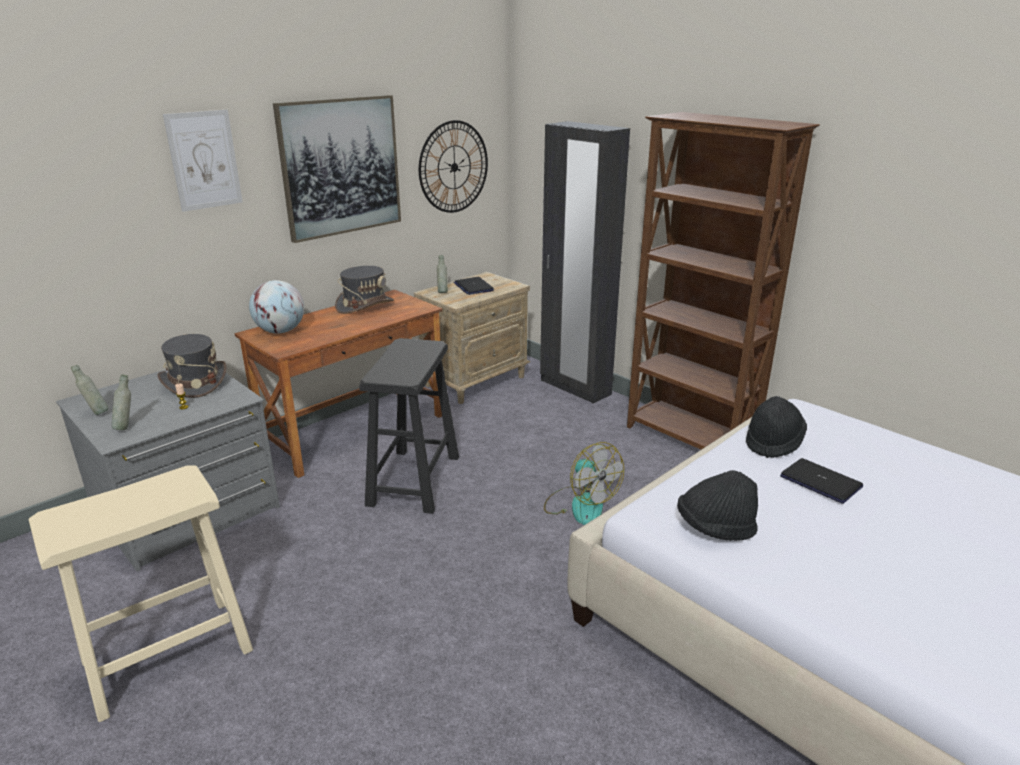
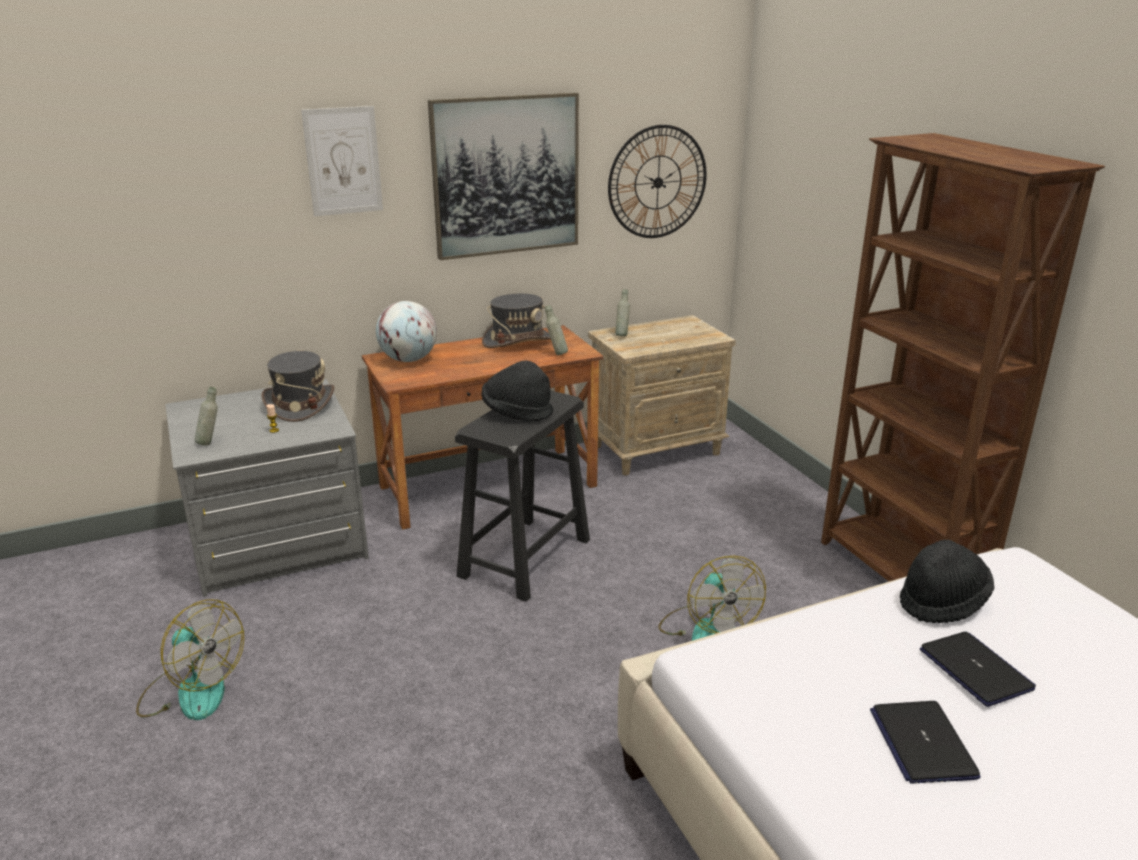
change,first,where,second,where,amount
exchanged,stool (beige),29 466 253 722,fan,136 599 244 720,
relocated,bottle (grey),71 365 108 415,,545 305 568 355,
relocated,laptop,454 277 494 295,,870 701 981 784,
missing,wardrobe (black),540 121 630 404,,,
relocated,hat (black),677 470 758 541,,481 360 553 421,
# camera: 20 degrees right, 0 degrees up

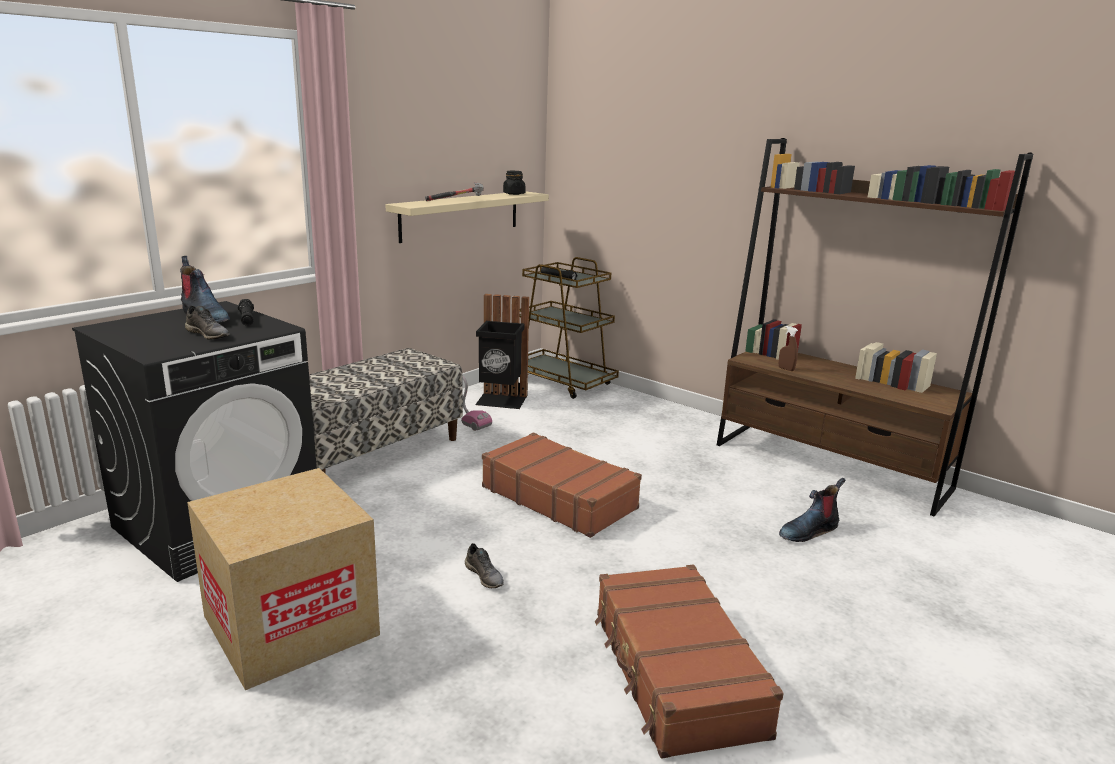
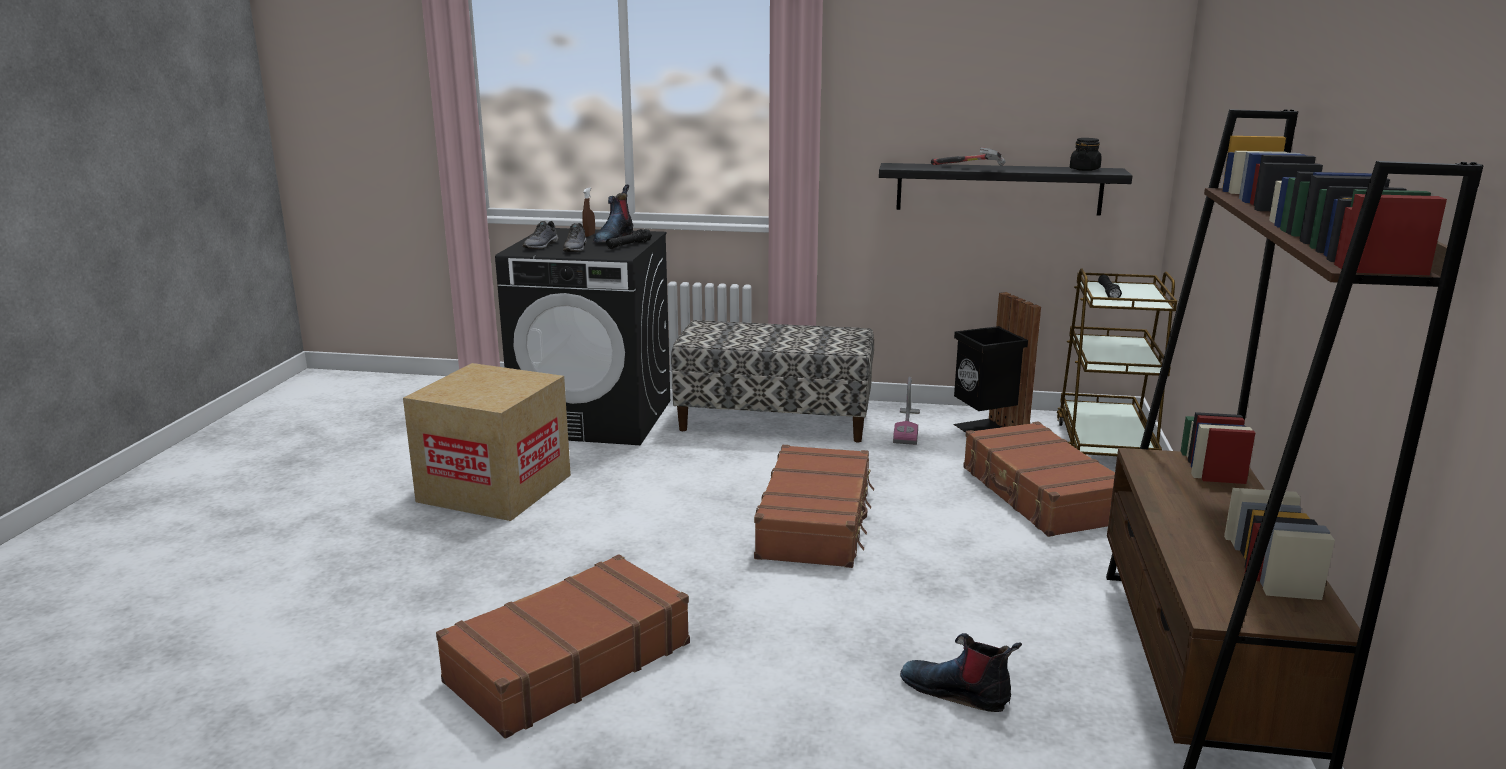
change,first,where,second,where,amount
colour,shelf (beige),386 191 549 243,shelf (black),879 163 1133 216,
relocated,shoe (grey),465 543 504 588,,522 221 558 249,
relocated,spray bottle (brown),779 326 798 371,,582 187 595 237,
appeared,,,suitcase (brown),963 422 1115 537,
# camera: 60 degrees right, 0 degrees up

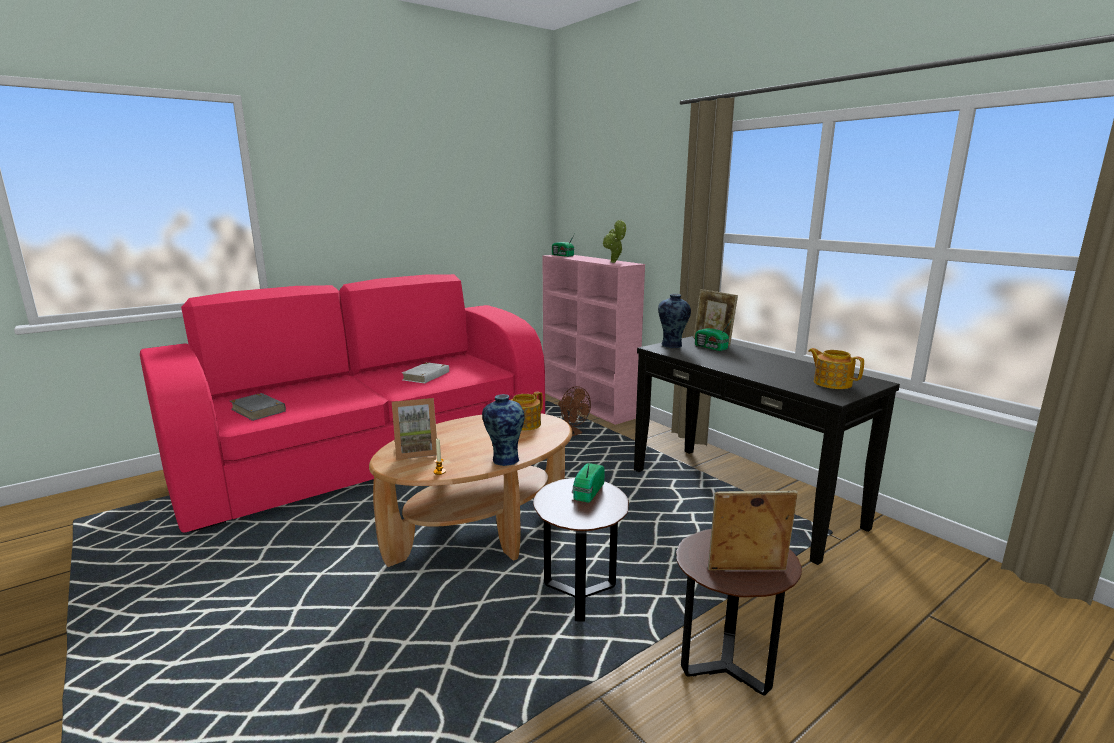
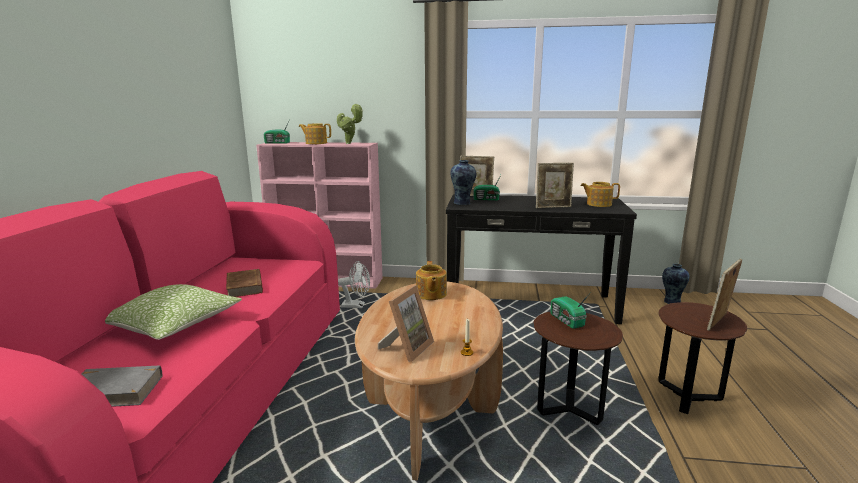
change,first,where,second,where,amount
colour,book (white),402 362 449 384,book (brown),226 269 263 297,
relocated,vase,482 394 525 466,,662 264 689 304,
colour,fan (brown),558 386 591 436,fan (white),338 261 370 308,
appeared,,,pillow,105 284 242 340,
appeared,,,teapot,299 123 331 144,
appeared,,,picture frame,536 163 574 208,
# camera: 45 degrees left, 0 degrees up

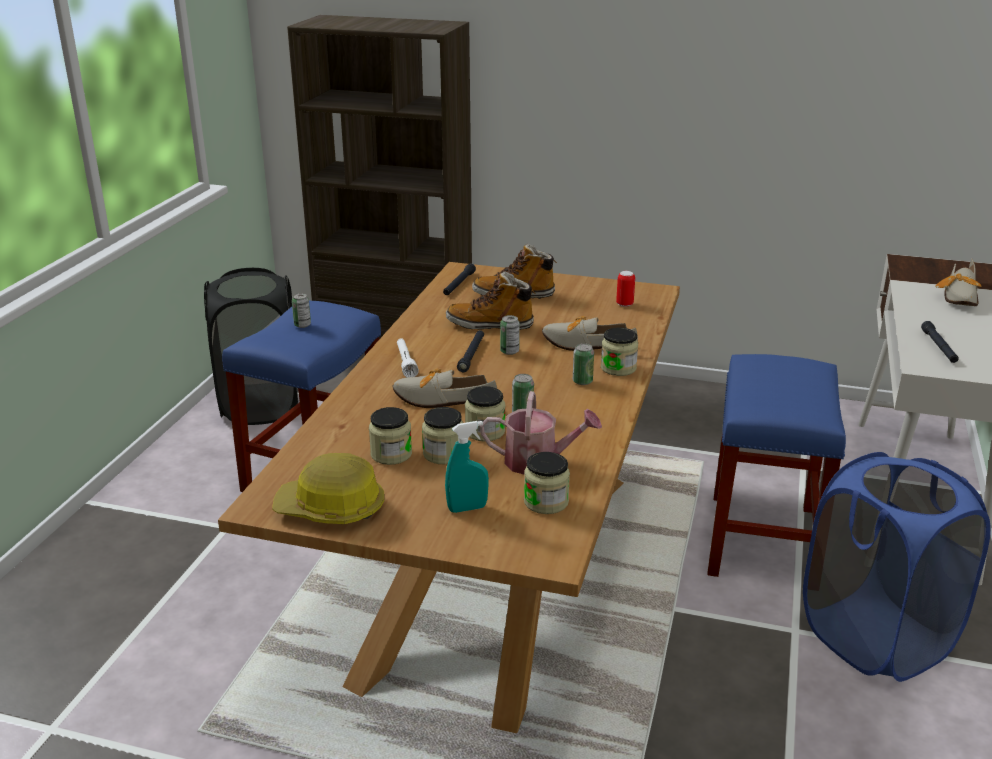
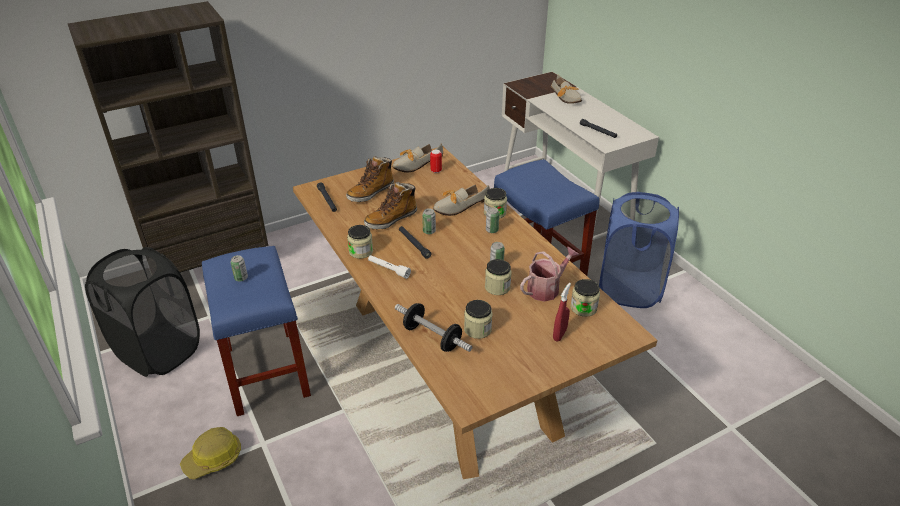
change,first,where,second,where,amount
relocated,hard hat,272 453 384 524,,180 427 241 479,
relocated,shoe,393 369 497 408,,392 143 443 173,
relocated,jar,422 407 463 464,,347 225 373 259,
colour,spray bottle (turquoise),445 421 489 513,spray bottle (red),553 283 571 342,
appeared,,,dumbbell,395 303 472 352,
# camera: 45 degrees left, 10 degrees up

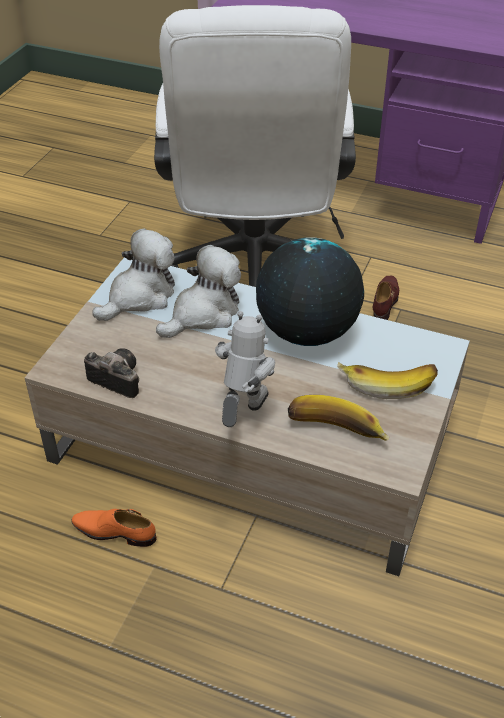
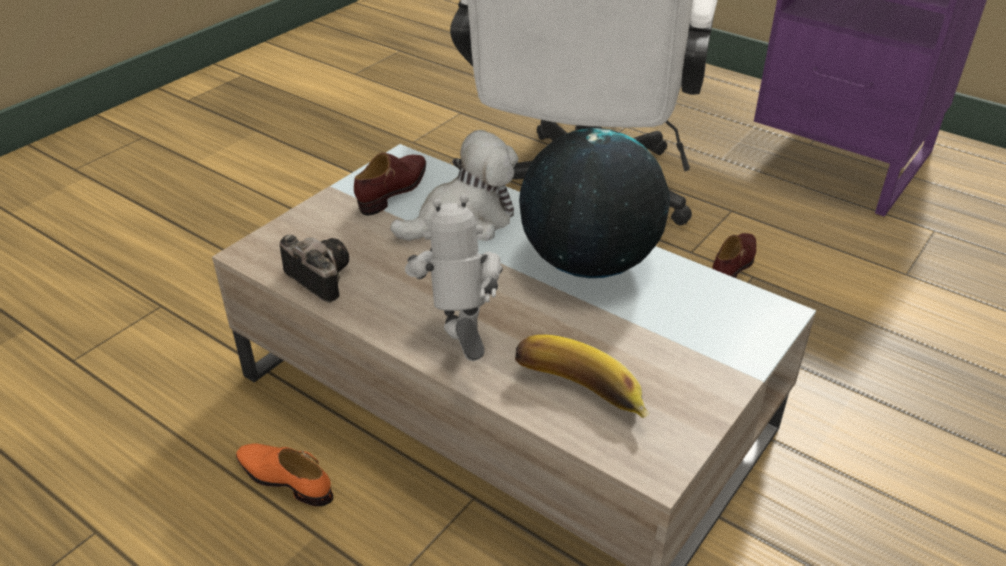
change,first,where,second,where,amount
exchanged,plush toy,92 229 175 321,shoe (brown),354 153 426 215,
spun,toy robot,215 311 275 427,,405 194 503 361,45 degrees counterclockwise
missing,banana,337 362 438 399,,,
# camera: 15 degrees right, 5 degrees down

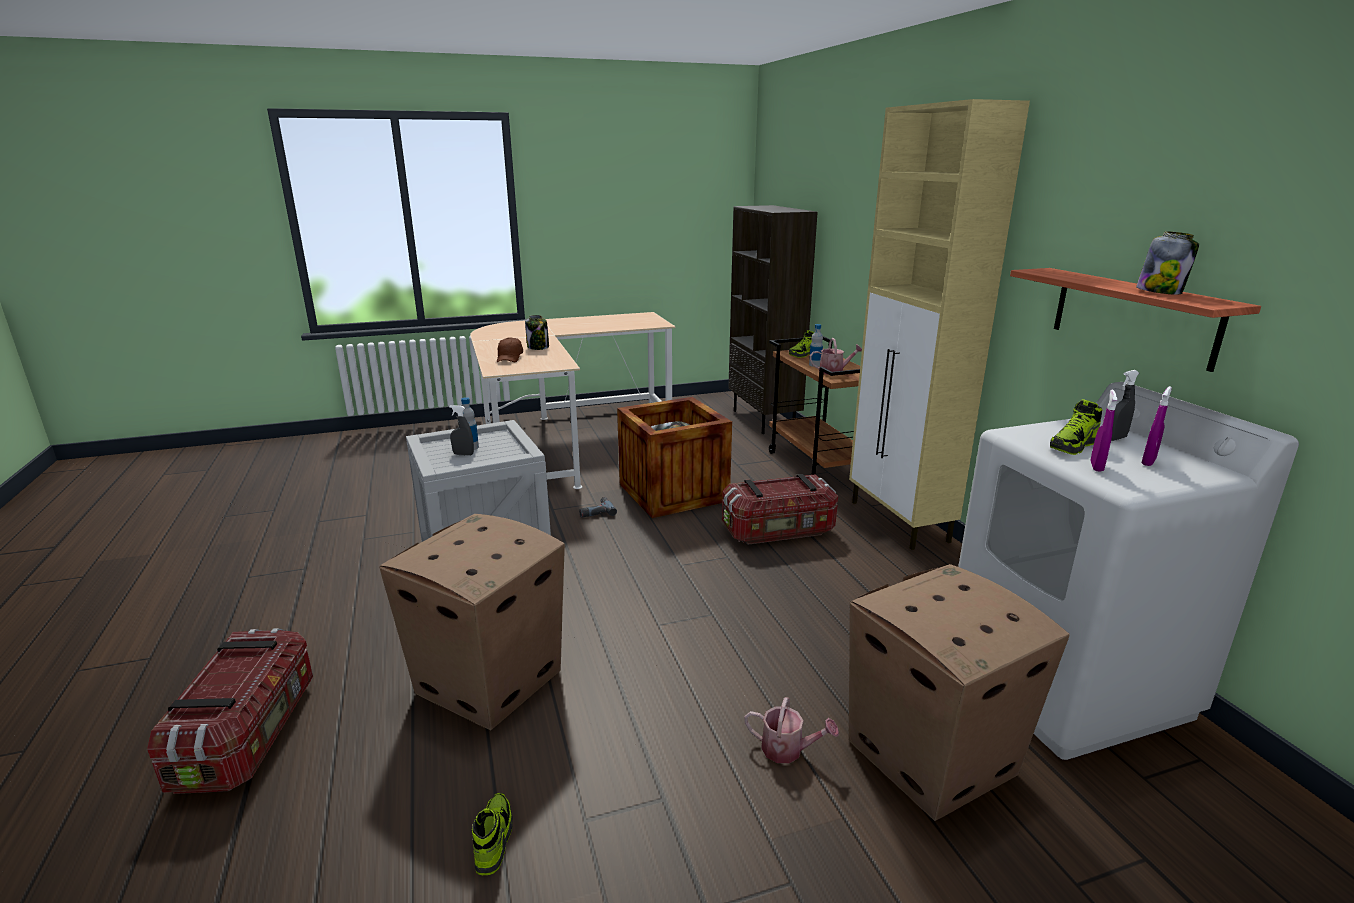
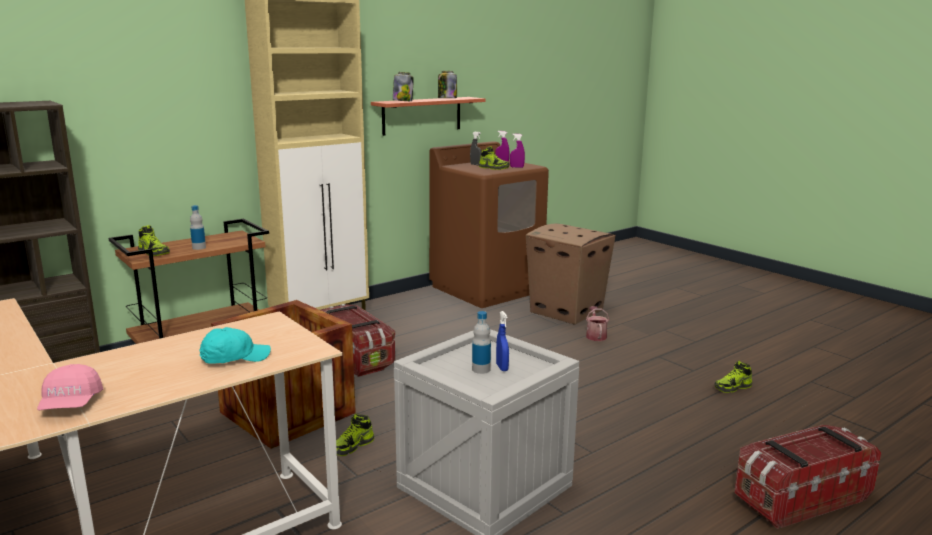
change,first,where,second,where,amount
missing,cardboard box,379 514 565 730,,,
colour,spray bottle (grey),449 405 474 456,spray bottle (blue),496 311 509 371,
colour,cap (brown),497 337 523 362,cap (turquoise),200 327 271 364,
relocated,jar,525 315 549 350,,393 72 414 101,
exchanged,power drill,579 497 617 517,shoe,336 414 374 456,
missing,watering can,810 338 862 375,,,
colour,washing machine (white),958 382 1299 760,washing machine (brown),429 141 549 308,
appeared,,,cap (pink),37 364 103 410,
# camera: 110 degrees left, 5 degrees down

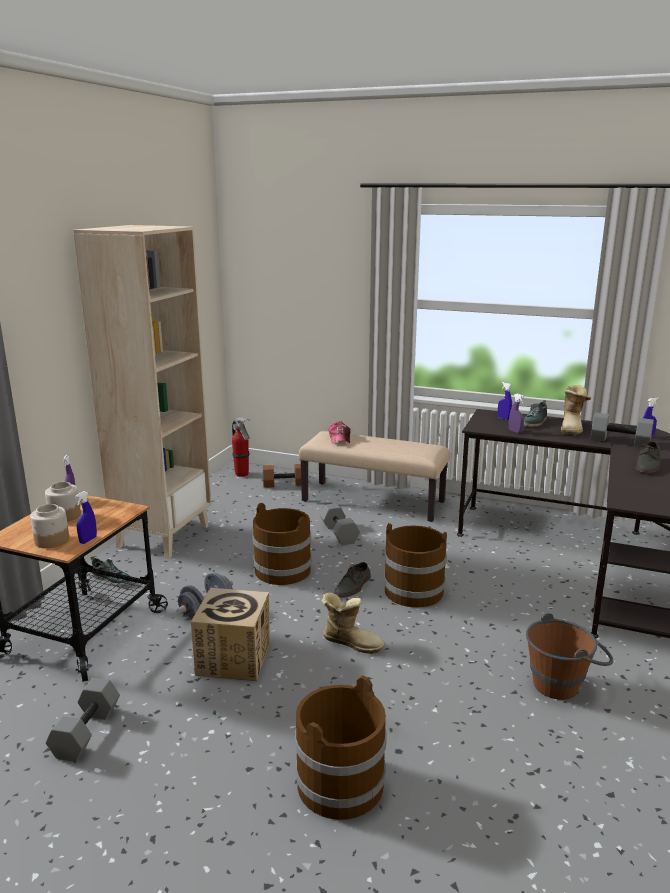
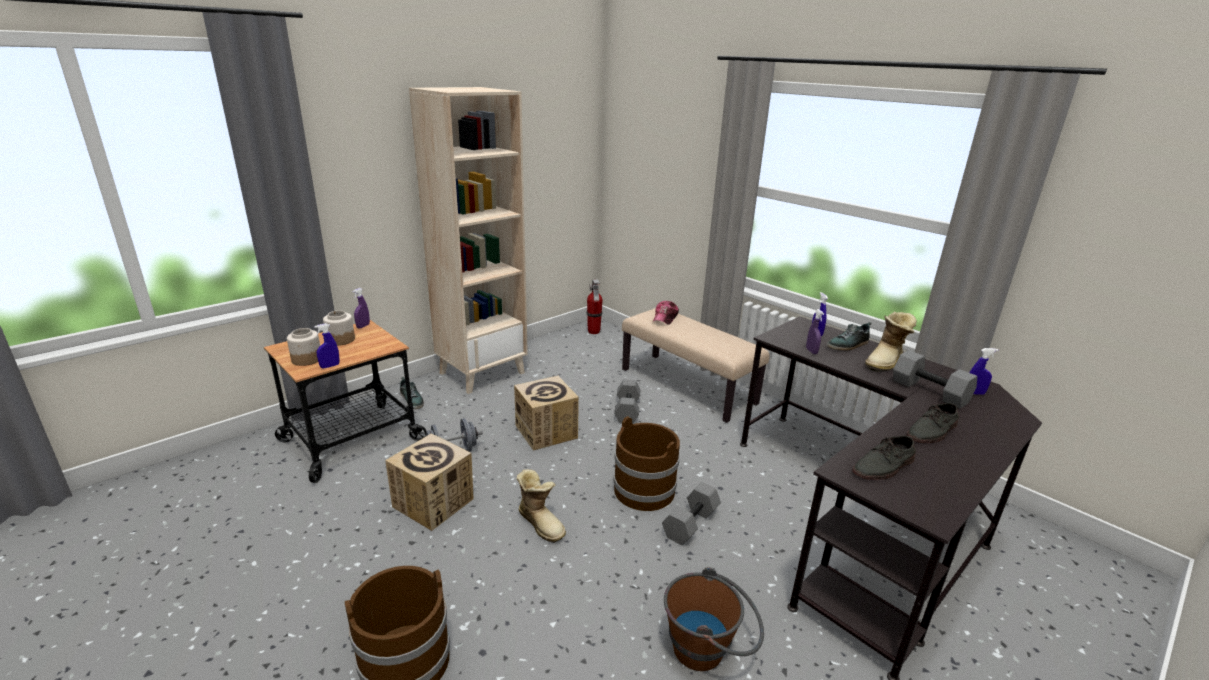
change,first,where,second,where,amount
relocated,dumbbell (grey),46 678 120 762,,662 482 721 545,
exchanged,bucket (brown),252 503 312 585,cardboard box,514 376 579 451,
missing,dumbbell (brown),263 464 301 487,,,
relocated,shoe (grey),334 562 371 598,,852 436 916 480,
# camera: 25 degrees right, 5 degrees up

